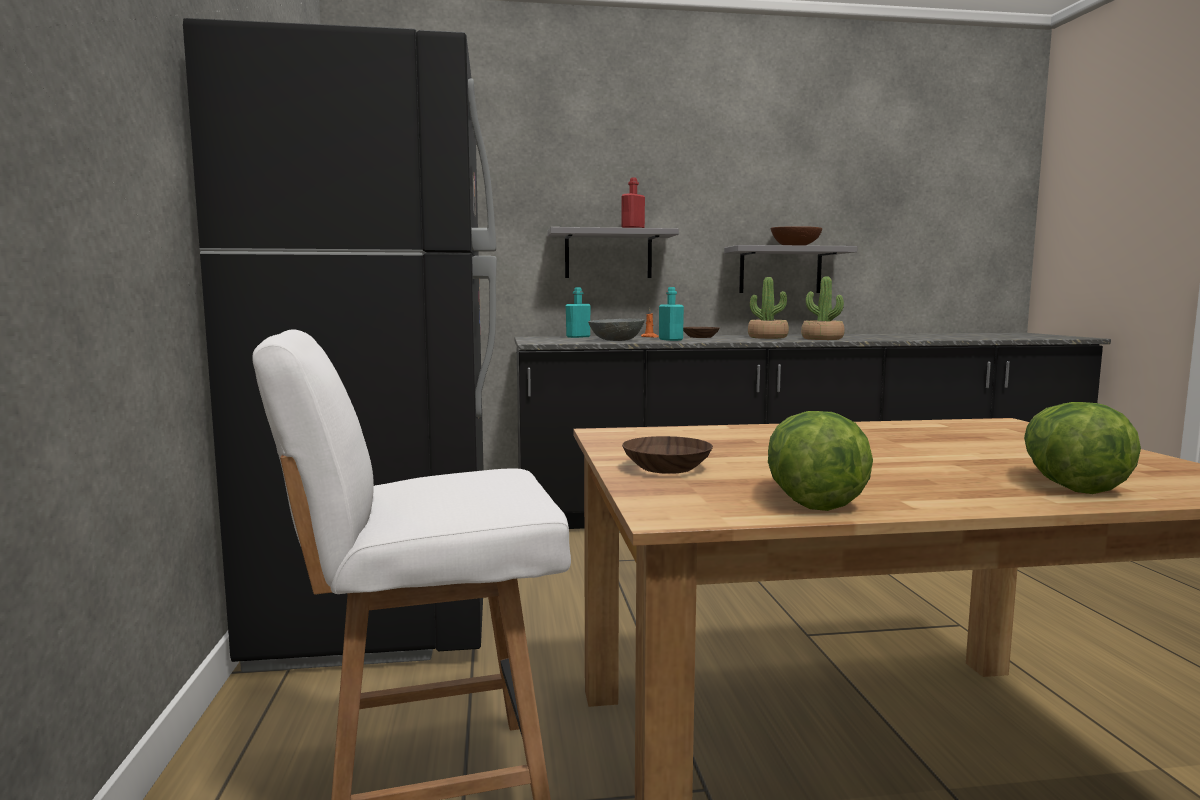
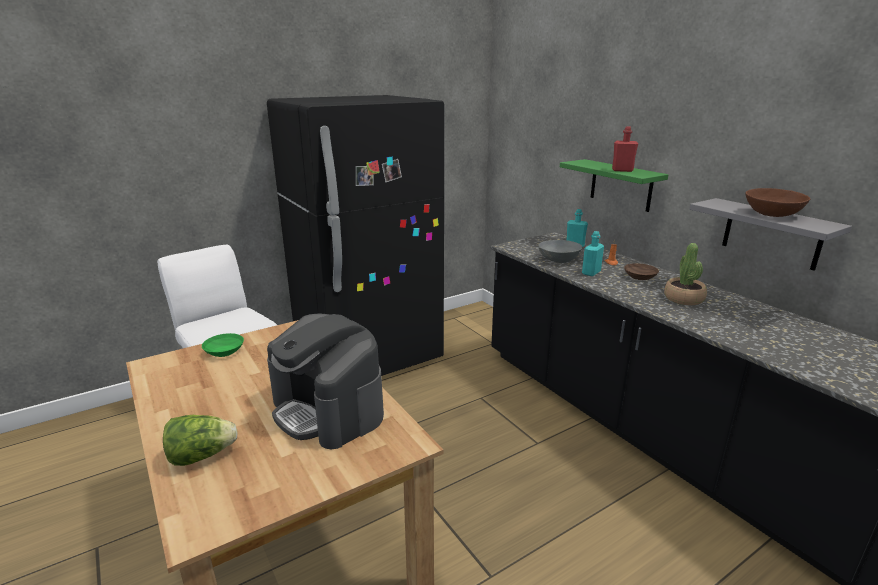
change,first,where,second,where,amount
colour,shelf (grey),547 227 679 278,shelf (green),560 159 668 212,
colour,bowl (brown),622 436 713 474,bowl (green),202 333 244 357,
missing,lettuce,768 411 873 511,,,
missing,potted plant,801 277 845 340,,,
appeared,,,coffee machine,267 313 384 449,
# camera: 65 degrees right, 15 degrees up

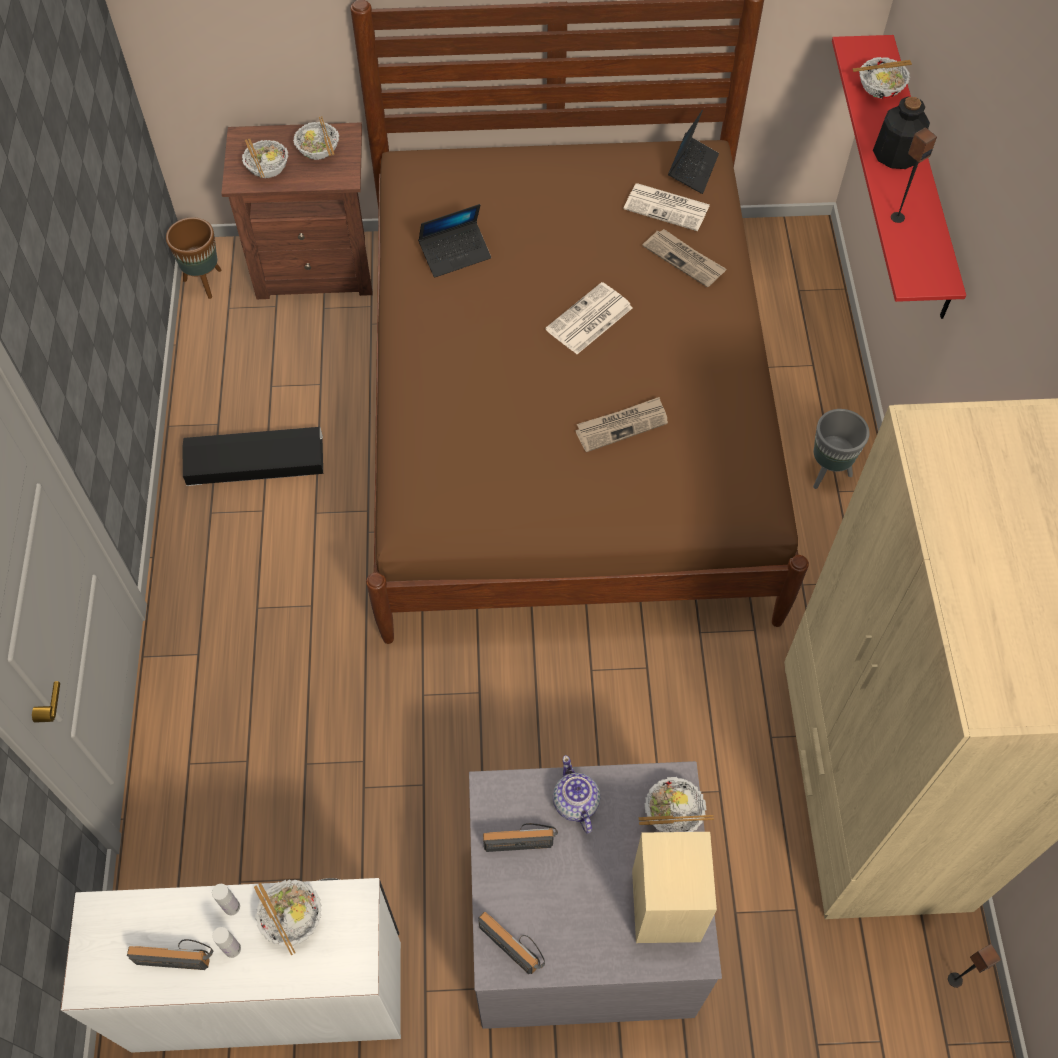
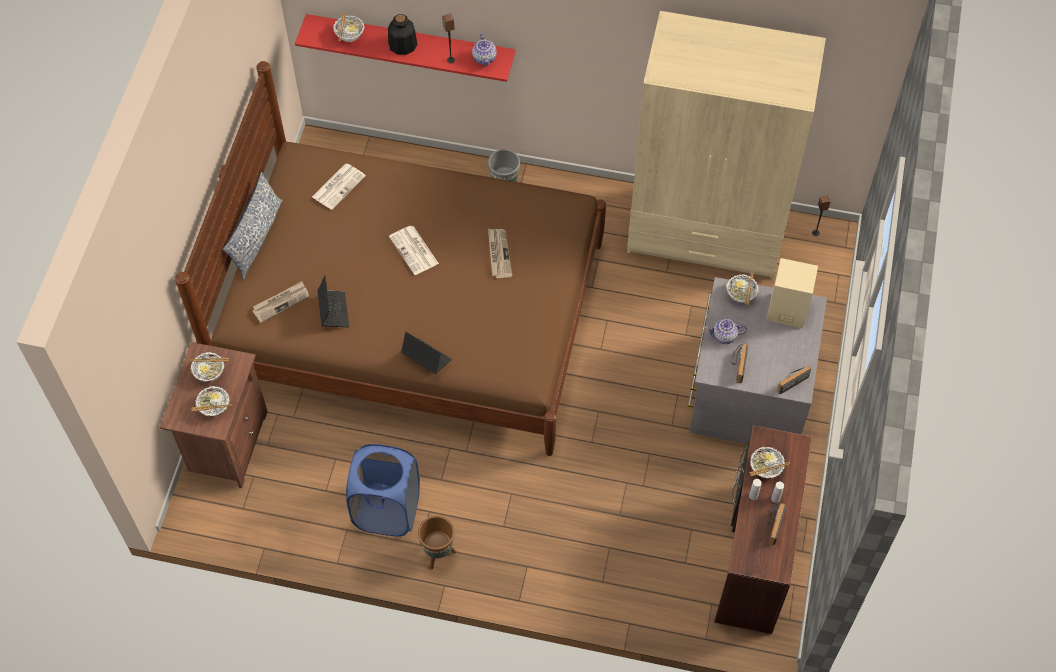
change,first,where,second,where,amount
colour,desk (white),61 878 401 1053,desk (brown),714 425 812 634,
relocated,planter (brown),166 217 221 299,,418 516 456 569,
exchanged,storage box (black),183 427 323 486,laundry basket (blue),346 444 420 537,
relocated,newspaper,642 229 727 288,,253 281 309 323,
relocated,laptop,668 110 719 194,,401 332 452 374,
appeared,,,pillow,223 172 283 280,
appeared,,,teapot,472 33 497 66,
# camera: 75 degrees left, 0 degrees up

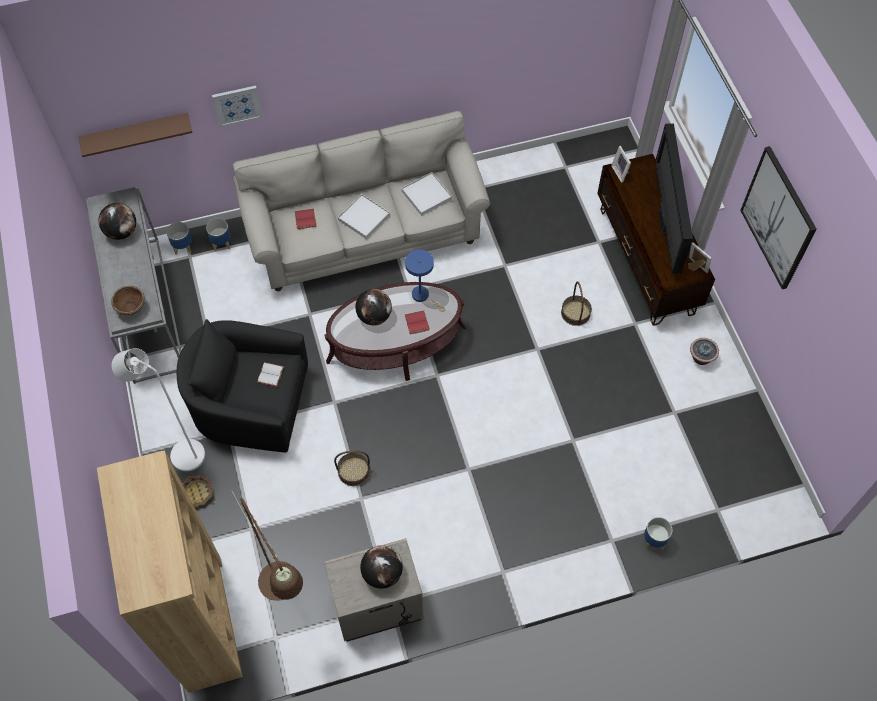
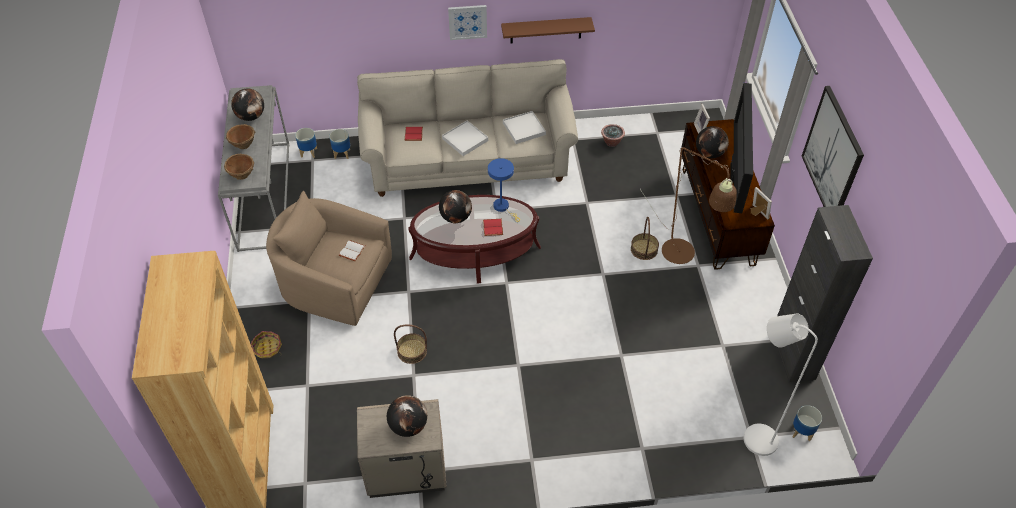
change,first,where,second,where,amount
relocated,shelf (brown),79 113 192 157,,501 17 595 43,
relocated,floor lamp (white),112 348 205 471,,744 314 818 456,
colour,armchair (black),177 319 308 453,armchair (beige),266 191 392 326,
relocated,picture,212 86 263 127,,448 5 487 40,
relocated,floor lamp (brown),232 491 303 601,,640 147 737 264,
relocated,planter,644 517 673 550,,793 405 822 442,
relocated,potted plant,690 338 719 365,,601 124 625 147,
appeared,,,bowl (brown),226 124 255 149,
appeared,,,globe,696 126 729 158,
appeared,,,cabinet (black),777 205 873 382,
# camera: 10 degrees right, 10 degrees down

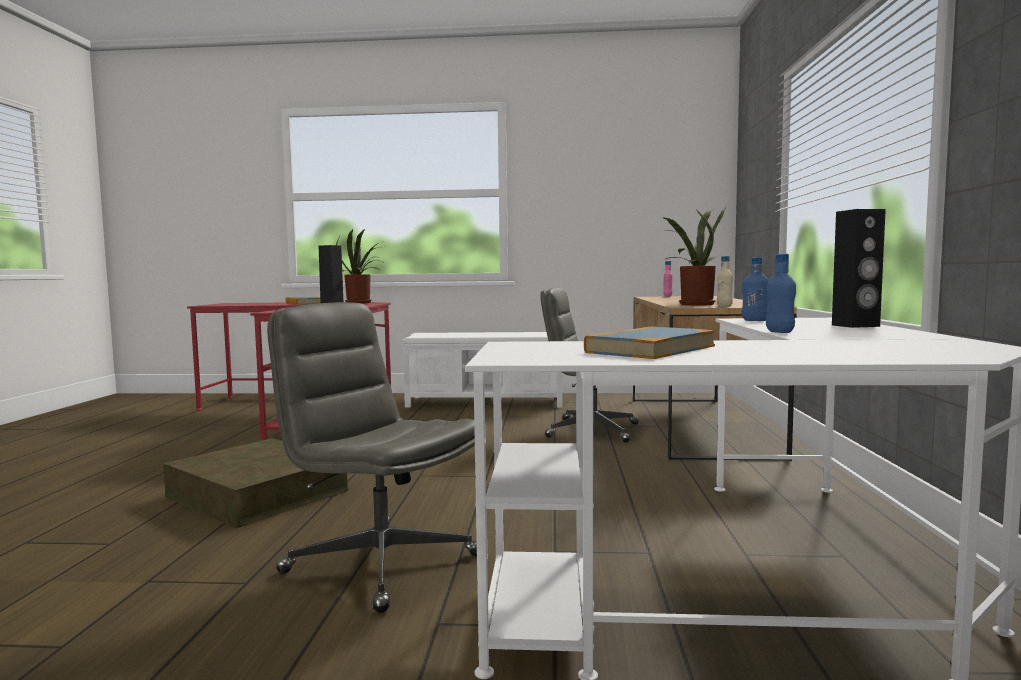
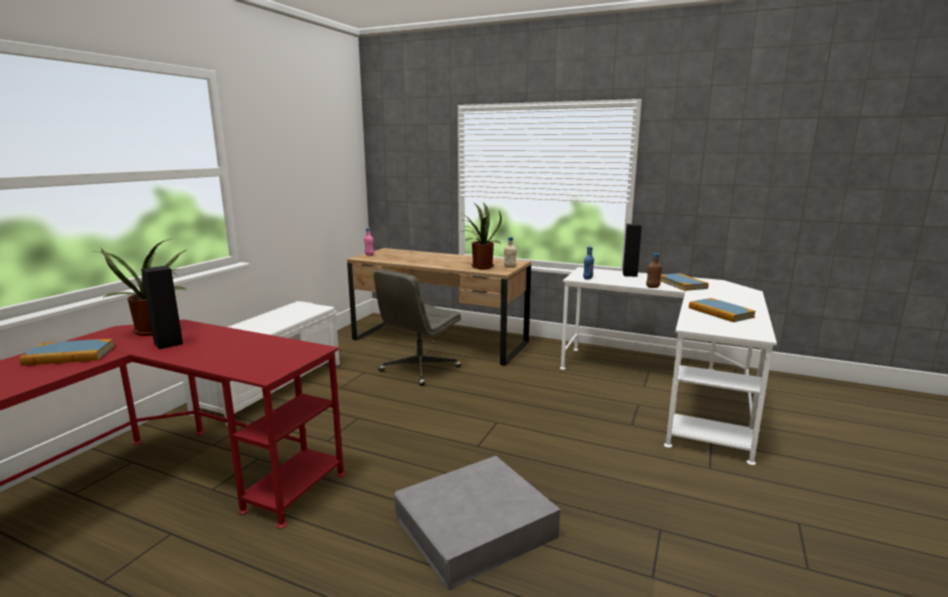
change,first,where,second,where,amount
colour,storage box (brown),163 438 348 528,storage box (grey),394 456 560 591,
missing,office chair (grey),267 302 477 613,,,
colour,bottle (blue),766 254 796 333,bottle (brown),646 253 662 288,
appeared,,,book,660 273 709 291,
# camera: 70 degrees left, 10 degrees up

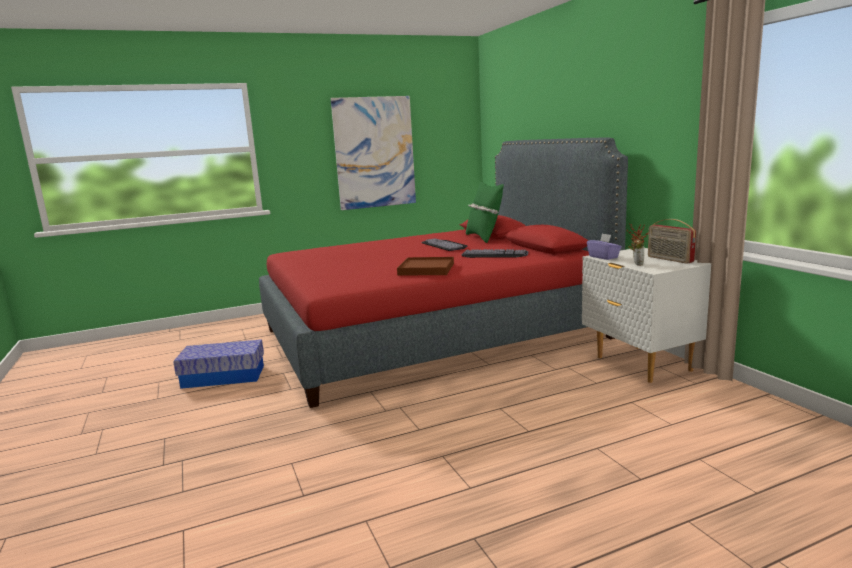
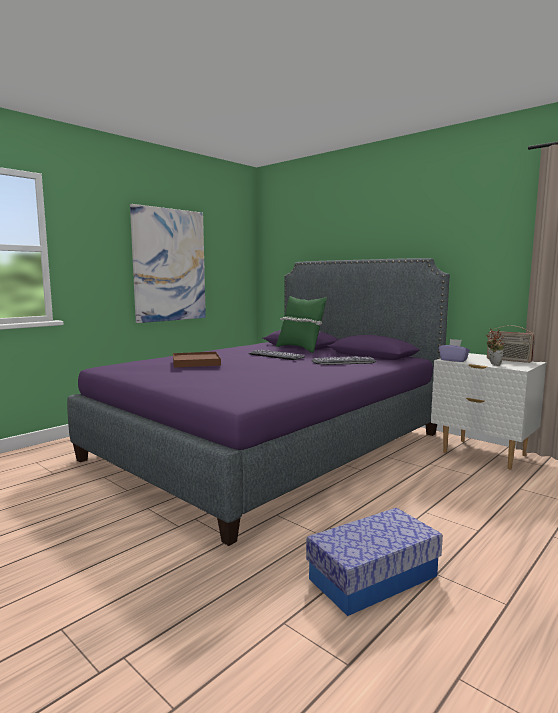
change,first,where,second,where,amount
relocated,storage box,173 339 264 389,,306 508 443 616,
colour,bed (red),259 138 628 408,bed (purple),67 258 450 546,
relocated,tray (brown),397 257 454 276,,173 352 221 368,
# camera: 25 degrees left, 5 degrees down

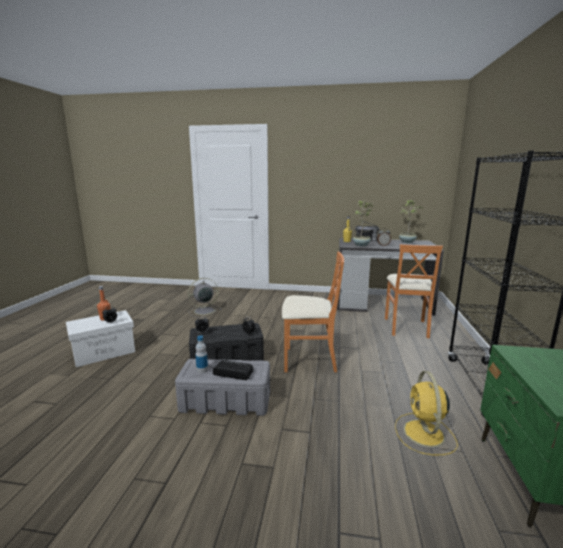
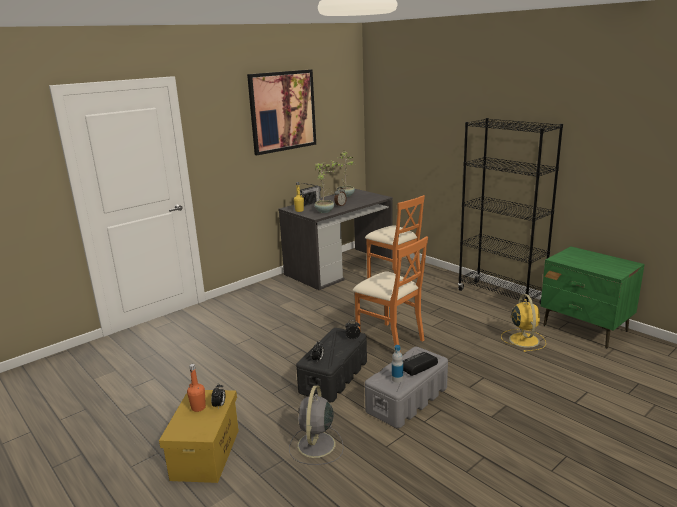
change,first,where,second,where,amount
colour,storage box (white),66 310 135 367,storage box (yellow),159 390 239 483,
relocated,fan (grey),188 278 221 318,,289 385 344 465,
spun,chair (orange),282 252 344 372,,353 236 428 346,90 degrees clockwise
spun,fan (yellow),395 371 458 455,,501 294 546 352,135 degrees counterclockwise
appeared,,,picture,247 69 316 155,
# camera: 50 degrees left, 5 degrees up

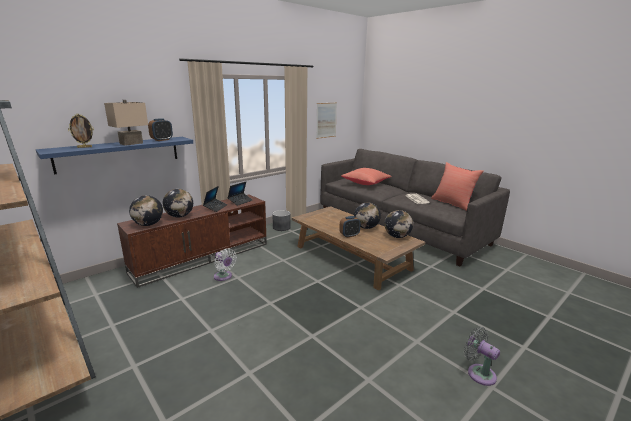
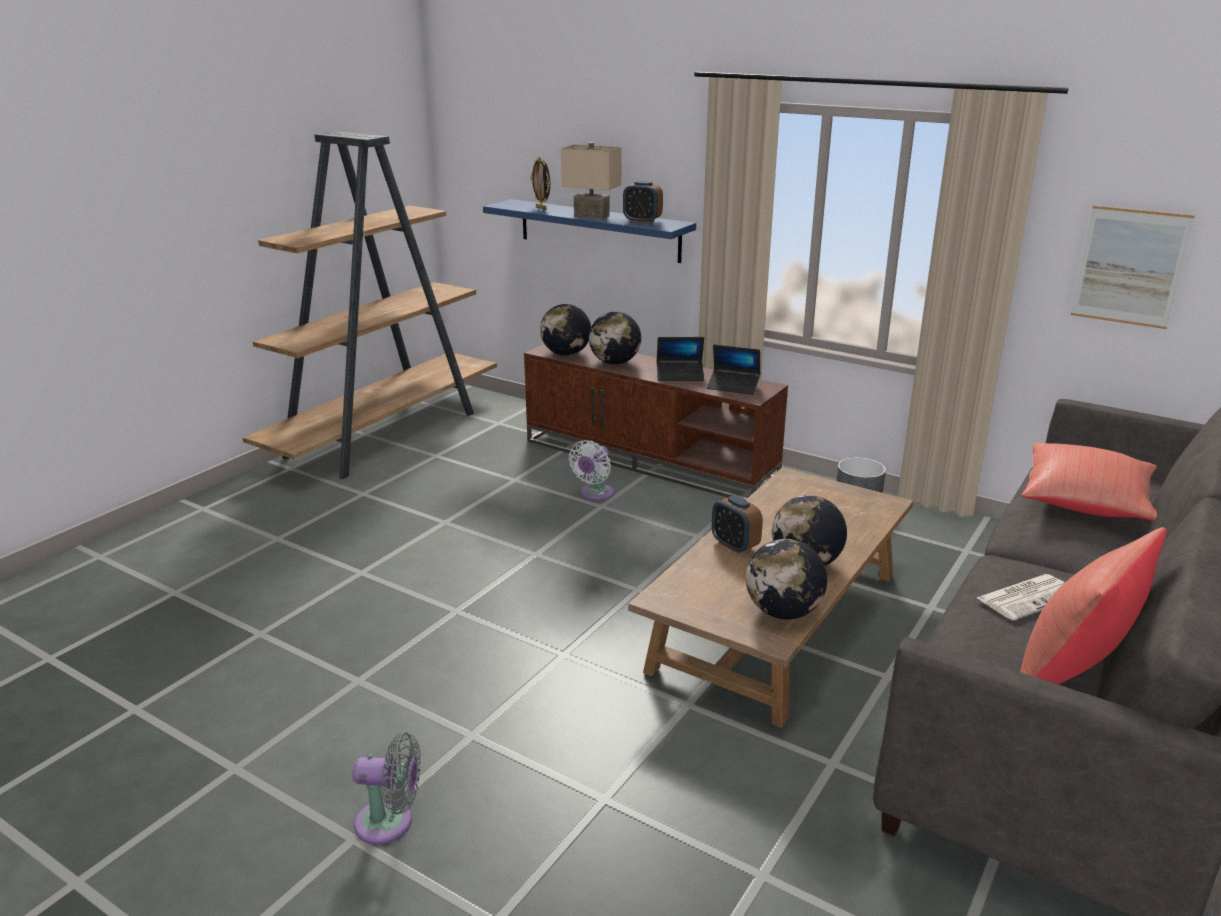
change,first,where,second,where,amount
spun,fan (grey),464 327 500 386,,352 733 421 845,60 degrees clockwise
# camera: 75 degrees right, 5 degrees up

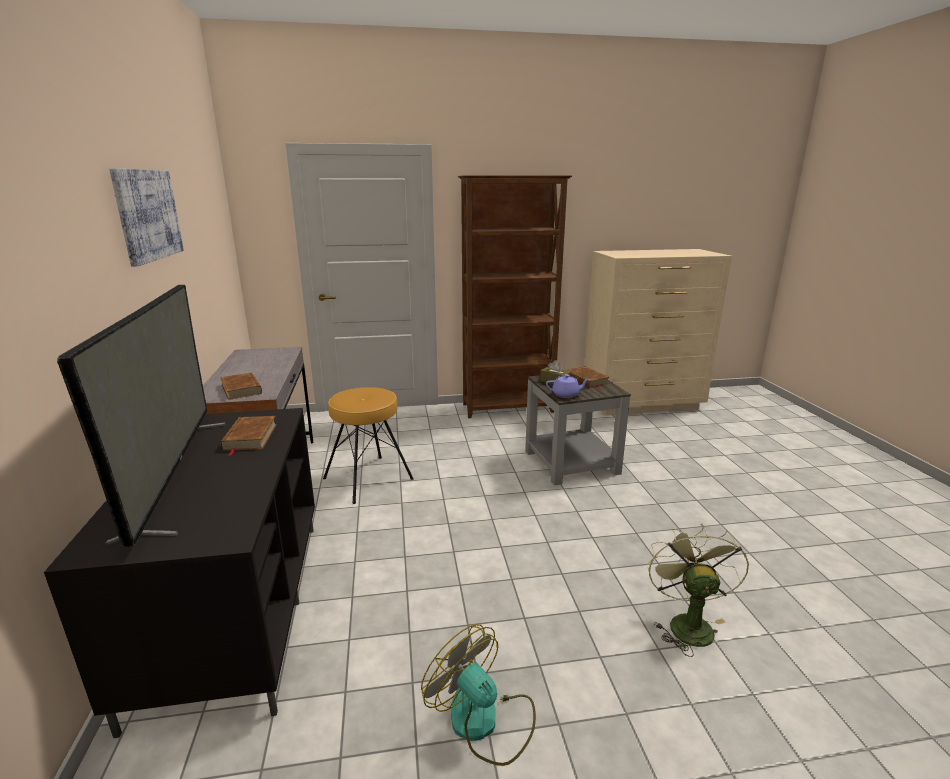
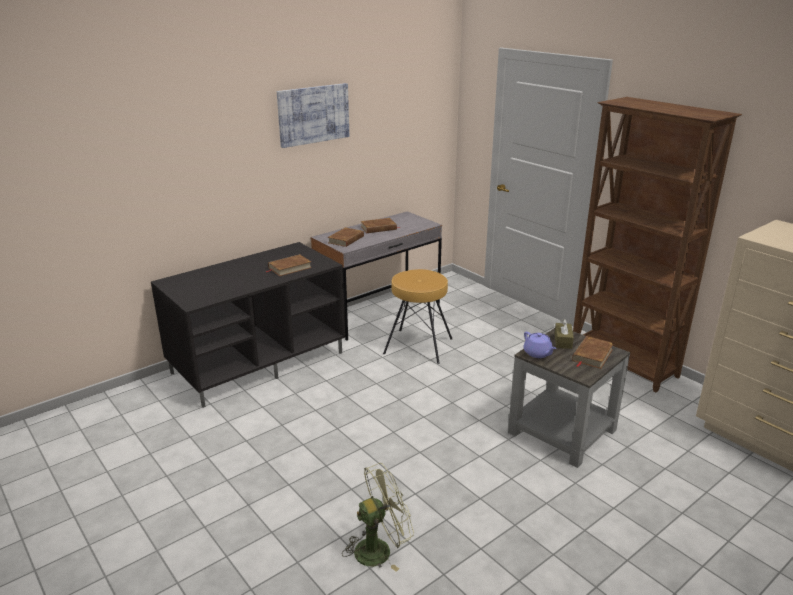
change,first,where,second,where,amount
missing,television,57 285 225 547,,,
missing,fan,421 624 536 766,,,
appeared,,,book (brown),360 218 400 233,
# camera: 60 degrees right, 5 degrees up

